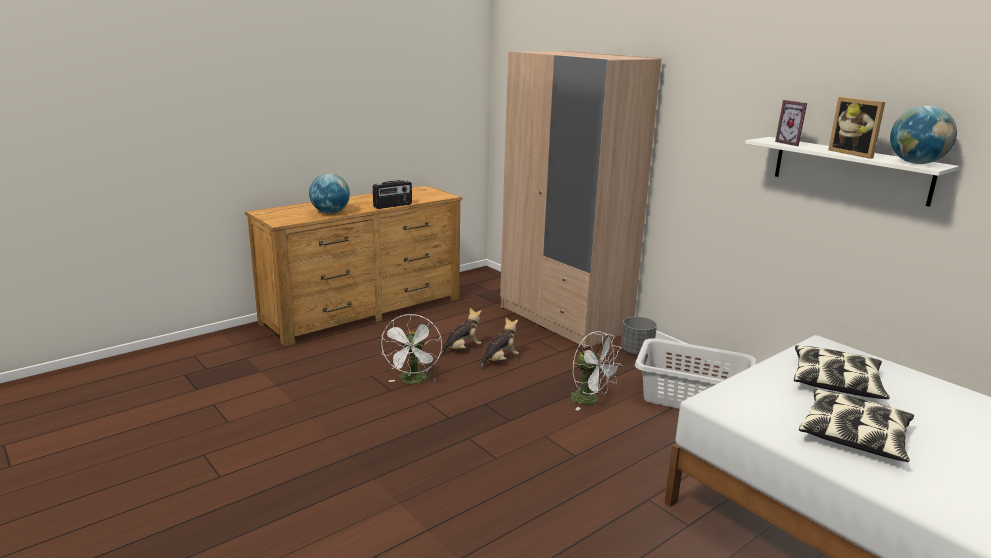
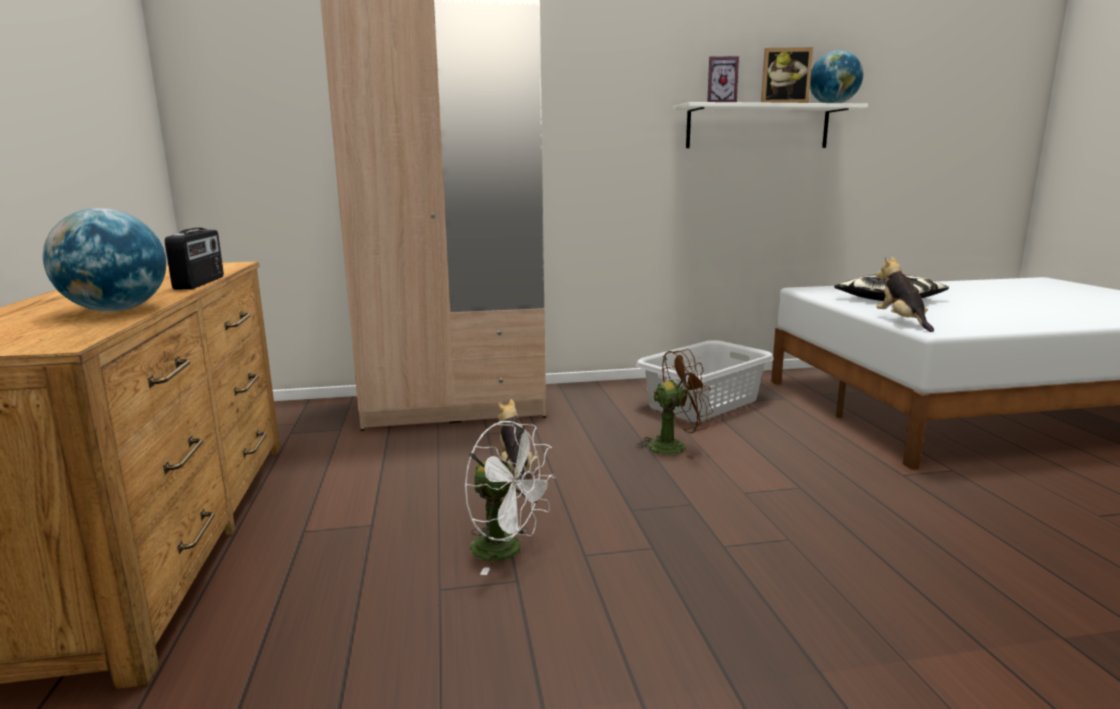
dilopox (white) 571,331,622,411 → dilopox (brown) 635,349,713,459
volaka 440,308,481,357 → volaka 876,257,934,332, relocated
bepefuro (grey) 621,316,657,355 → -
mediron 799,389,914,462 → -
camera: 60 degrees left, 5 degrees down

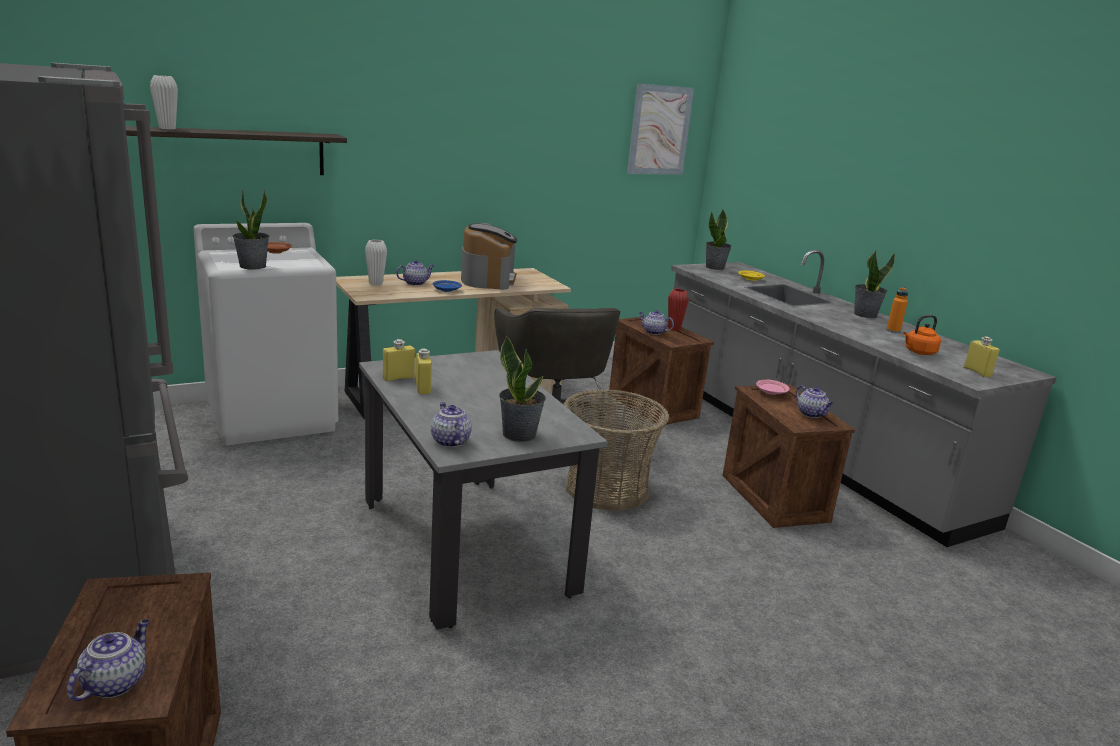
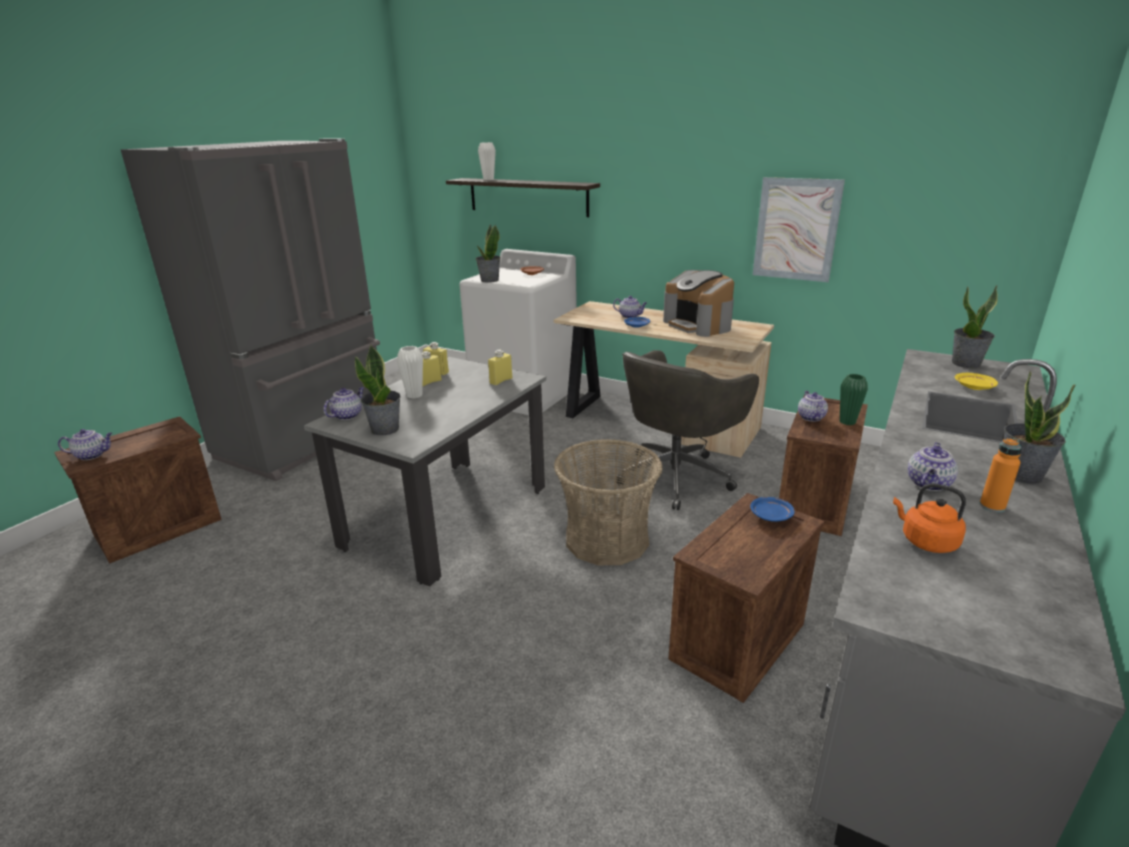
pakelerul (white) 365,240,387,285 → pakelerul (white) 397,346,423,399, relocated
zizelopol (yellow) 964,336,1000,377 → zizelopol (yellow) 488,350,512,385, relocated
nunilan 461,223,517,290 → nunilan 663,270,734,337, 90 degrees clockwise
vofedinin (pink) 756,380,789,395 → vofedinin (blue) 750,497,795,522
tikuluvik 627,83,694,175 → tikuluvik 753,177,845,282, relocated
pakelerul (red) 668,289,689,331 → pakelerul (green) 840,374,868,425
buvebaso 796,385,834,418 → buvebaso 908,442,958,491, relocated
camera: 60 degrees right, 5 degrees up

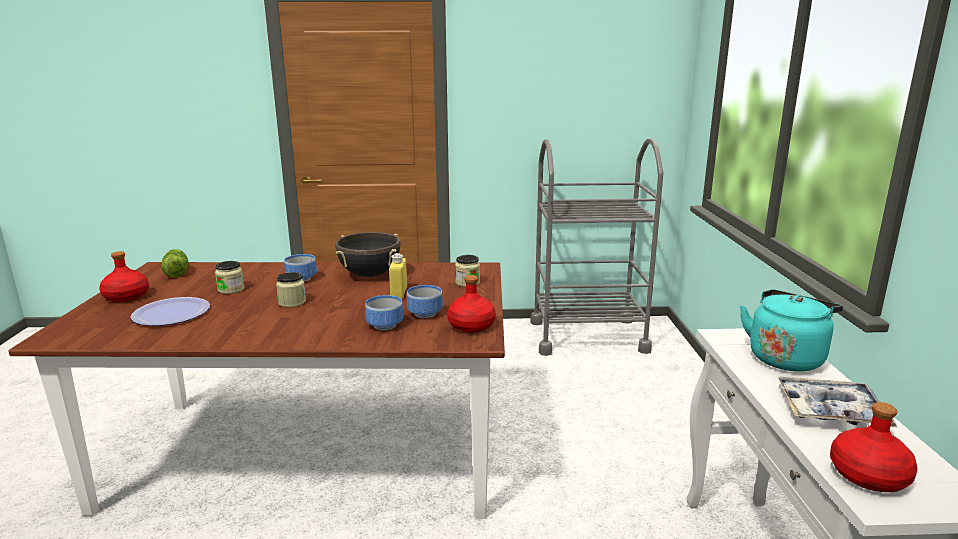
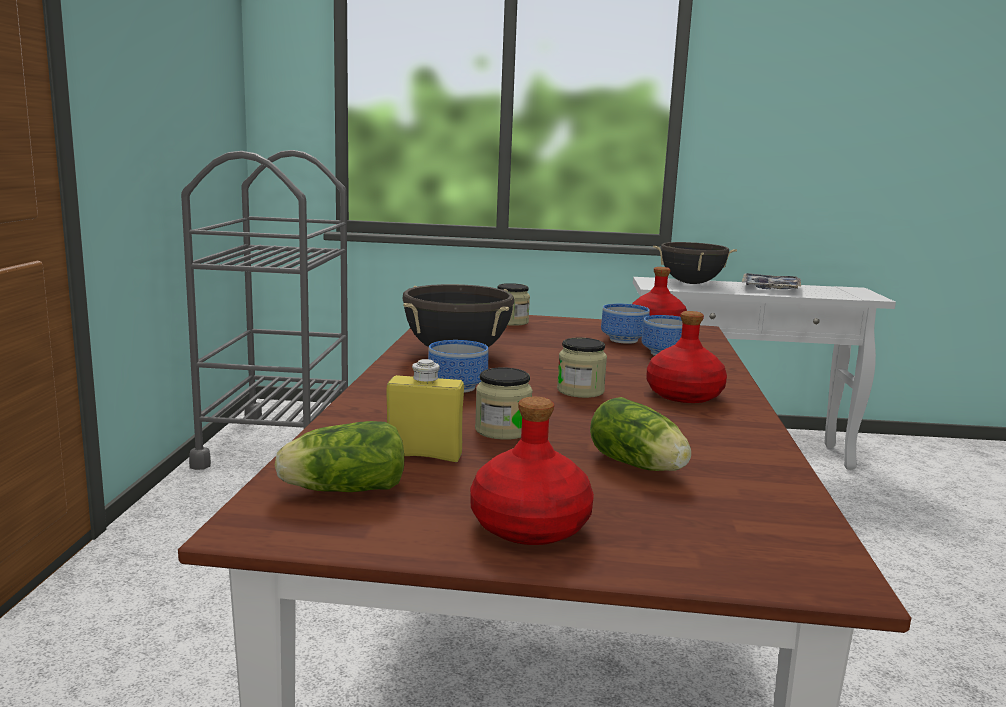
zizelopol (yellow) 389,253,407,299 → zizelopol (yellow) 387,359,464,462, relocated
vofedinin 131,297,210,326 → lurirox 590,397,691,471
zizelopol (red) 830,402,918,492 → zizelopol (red) 646,311,727,403, relocated
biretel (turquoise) 740,289,843,371 → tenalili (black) 653,242,737,284
camera: 85 degrees left, 5 degrees down

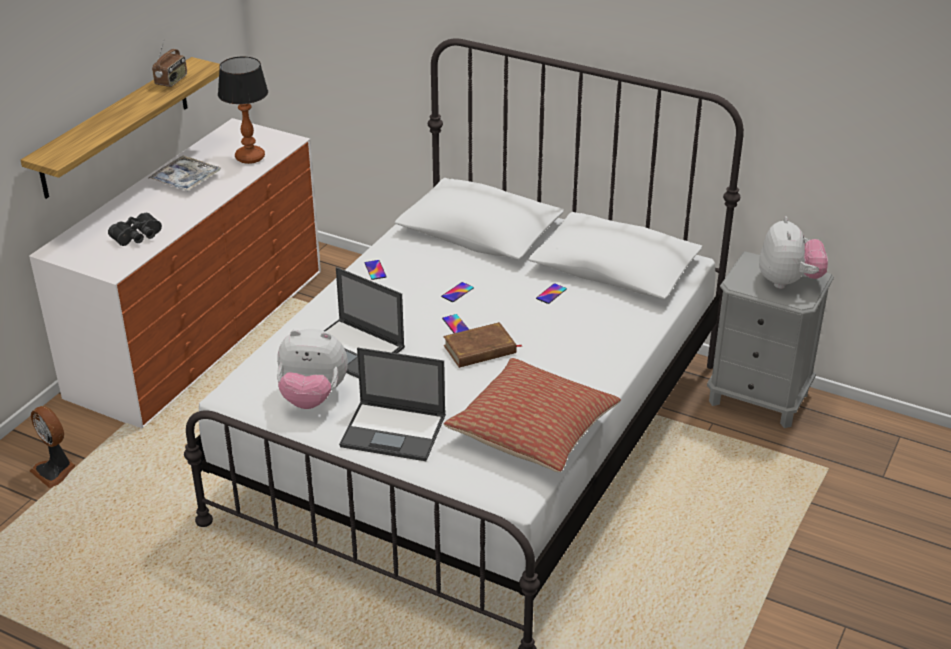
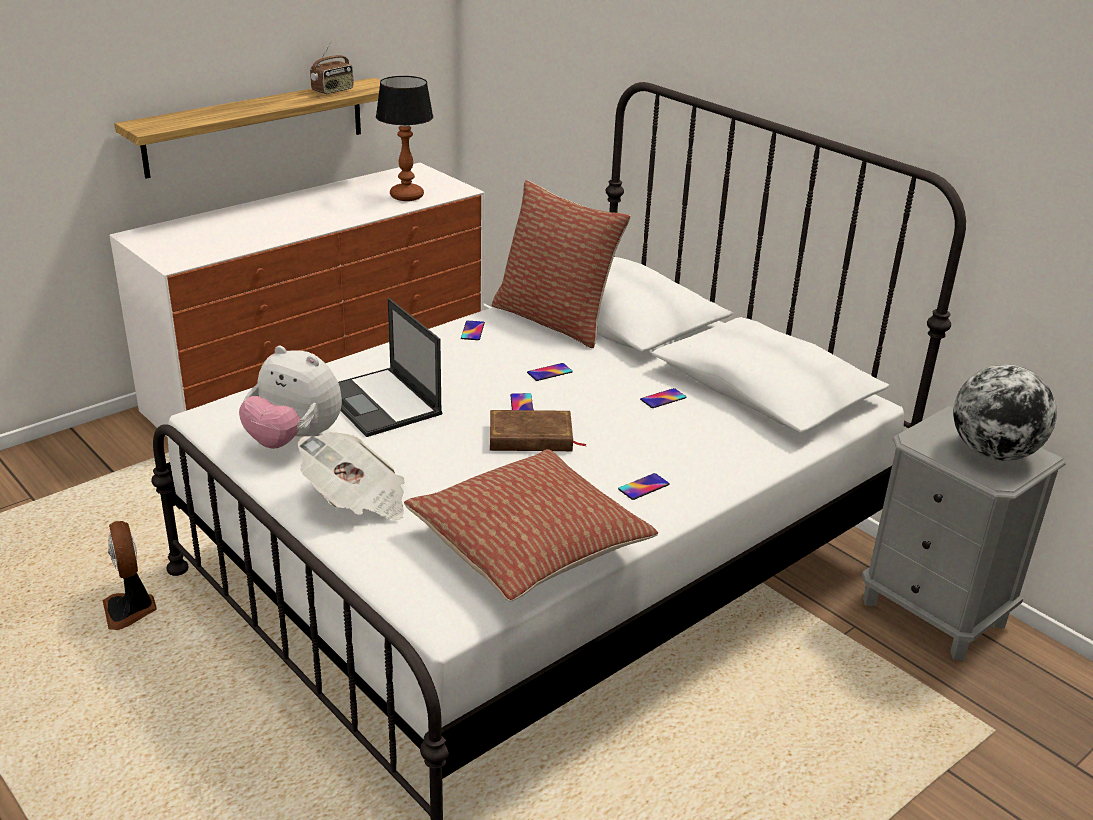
dilopox 30,406,76,488 → dilopox 103,521,157,630, relocated
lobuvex 339,348,446,461 → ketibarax 298,432,405,520
- → mediron 492,180,631,348
- → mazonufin 618,473,670,500
volaka 759,217,828,289 → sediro 954,365,1057,461
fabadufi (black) 108,213,162,246 → -
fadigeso 149,156,221,191 → -
camera: 20 degrees right, 5 degrees down

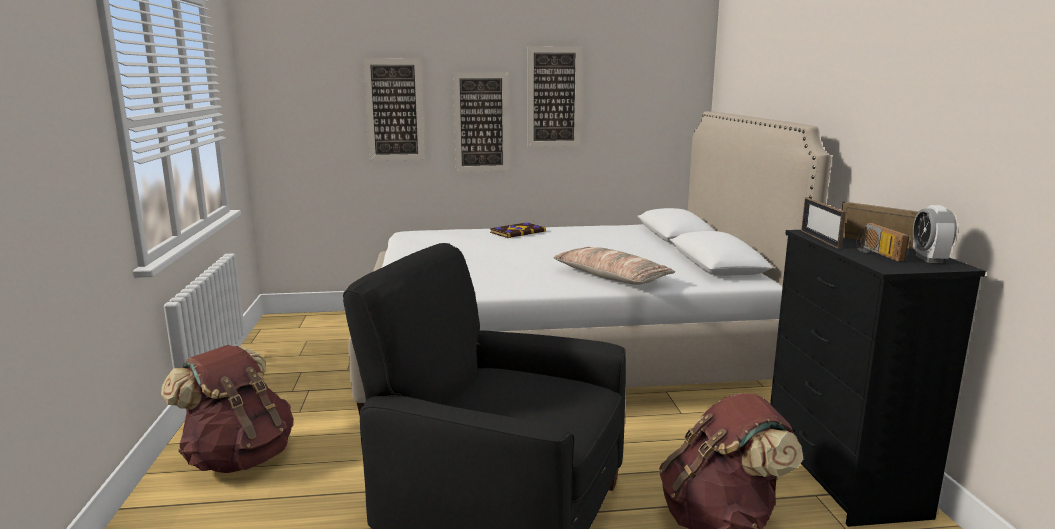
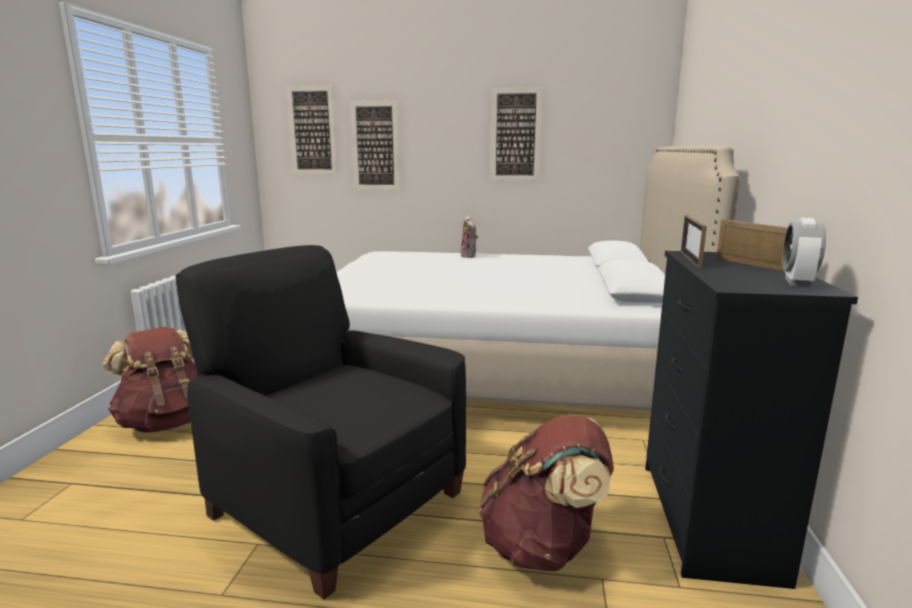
tikuluvik 453,72,509,172 → tikuluvik 286,85,338,175, relocated
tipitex 490,222,546,238 → volaka 460,216,478,258
mediron 553,247,675,285 → -
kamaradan 856,223,909,261 → -
camera: 15 degrees right, 0 degrees up

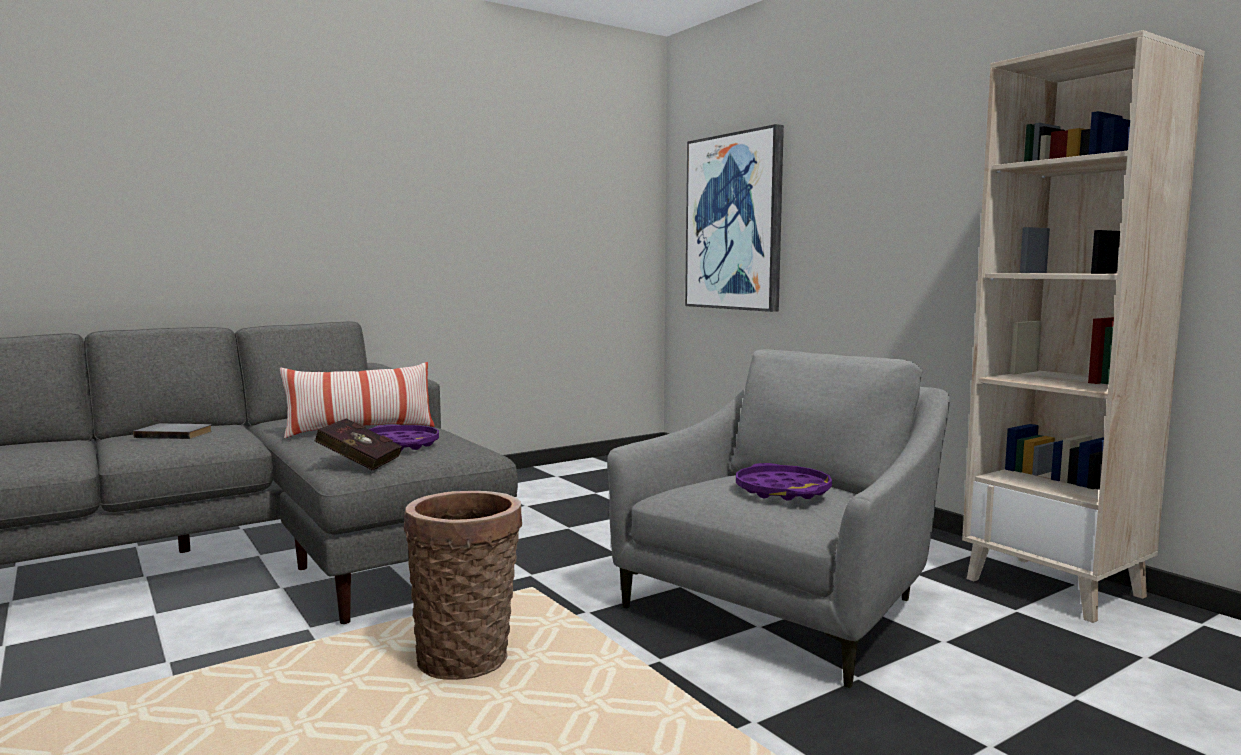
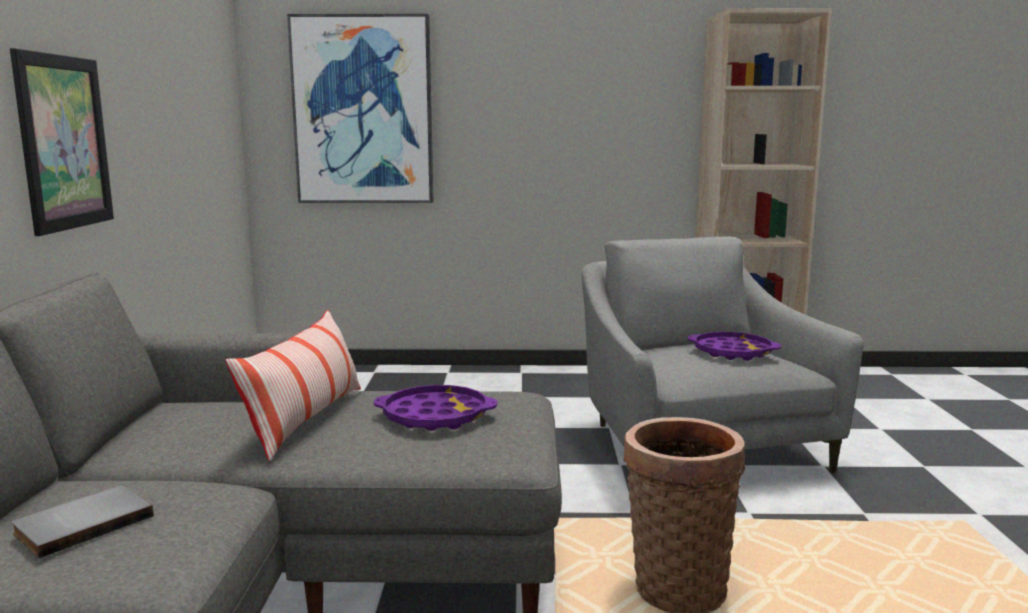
- → tikuluvik 10,48,114,236
tipitex (red) 314,419,402,471 → -
camera: 55 degrees left, 5 degrees up

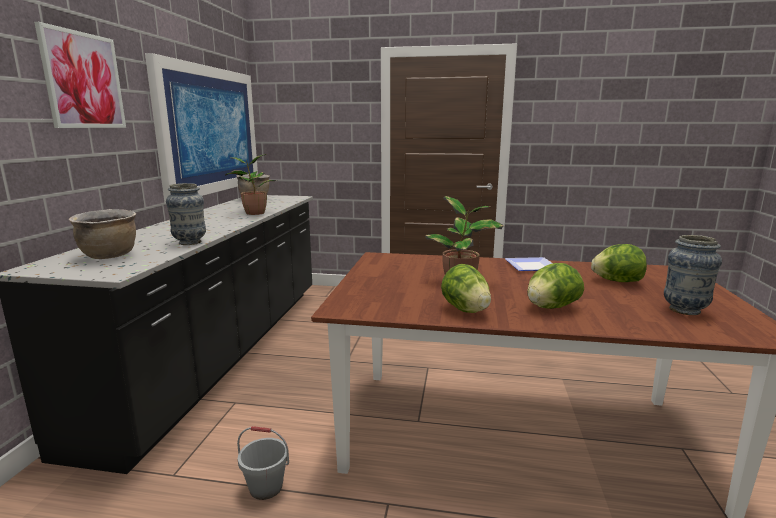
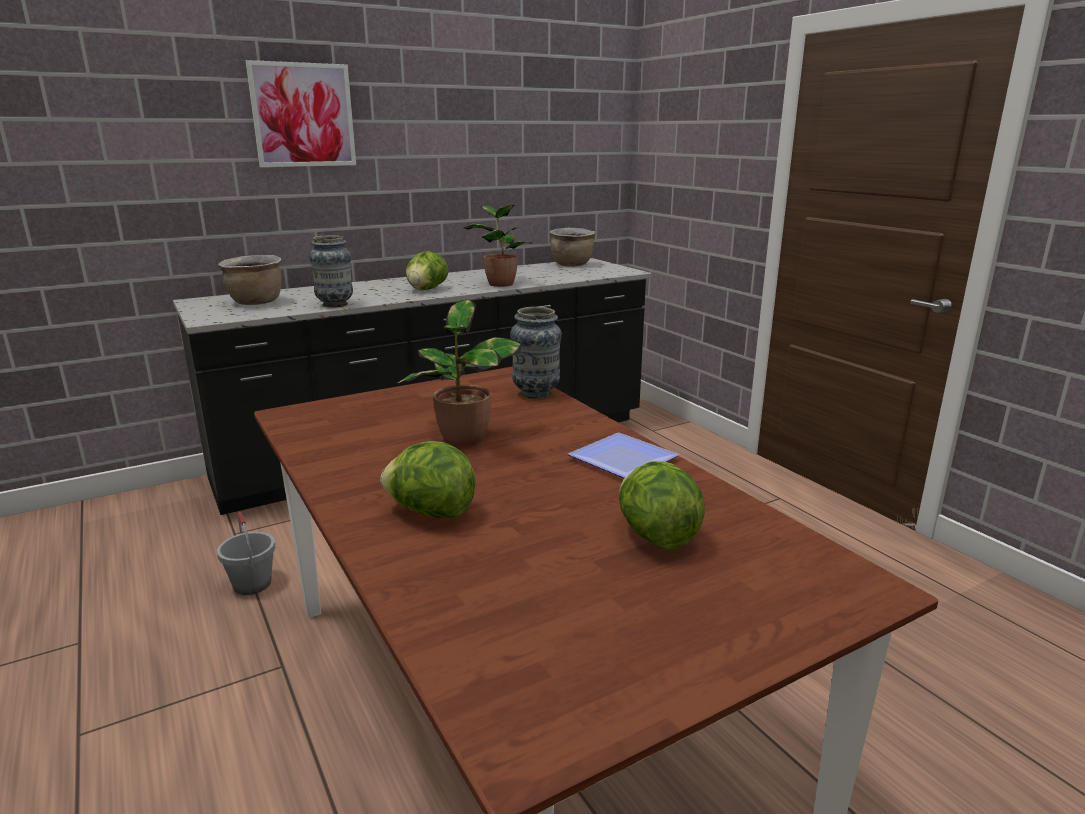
lurirox 441,264,491,313 → lurirox 406,251,449,291, relocated
pakelerul 664,235,722,315 → pakelerul 510,307,562,399, relocated
tikuluvik 145,53,258,204 → -
camera: 50 degrees right, 5 degrees up

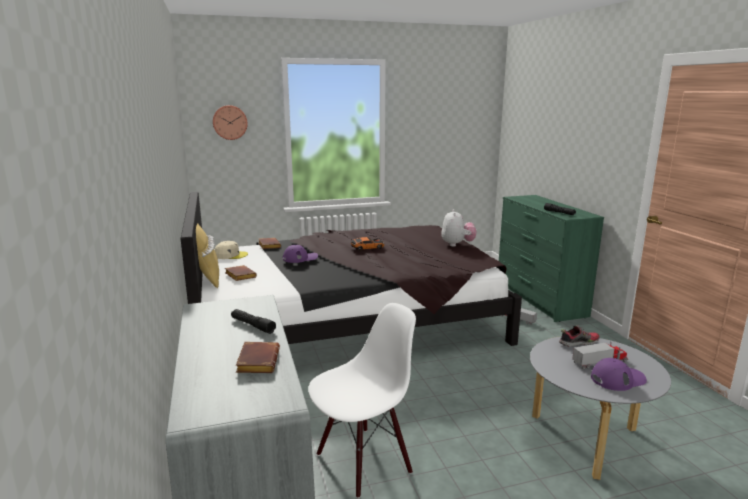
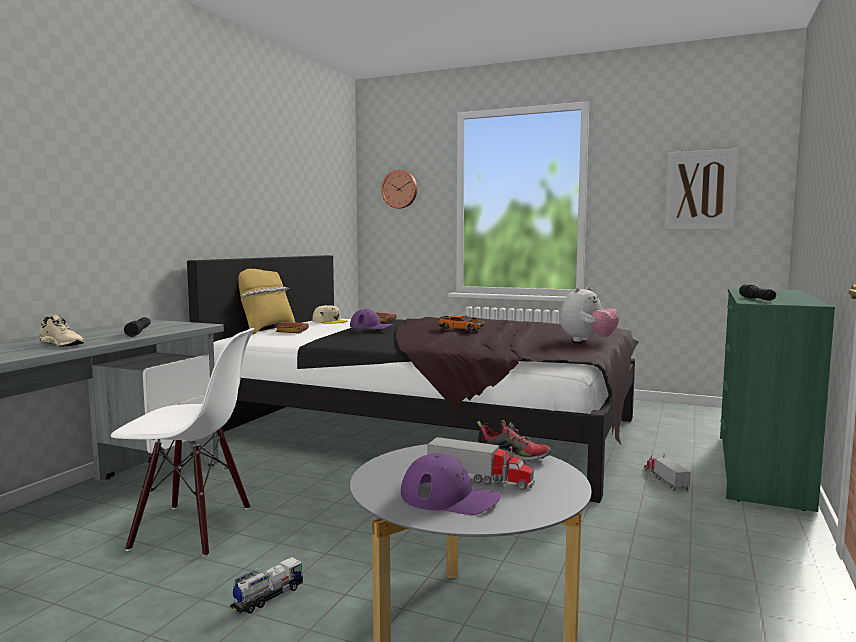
tipitex (brown) 236,342,280,373 → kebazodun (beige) 39,315,84,347
- → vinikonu 230,557,303,614
- → tikuluvik 664,149,739,230
camera: 40 degrees right, 10 degrees down

